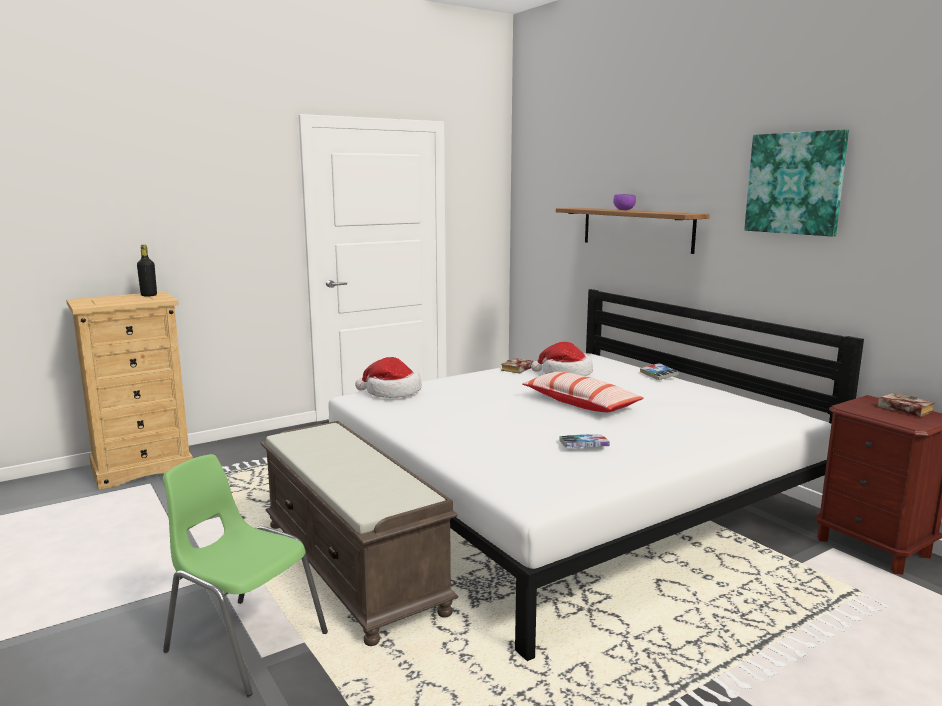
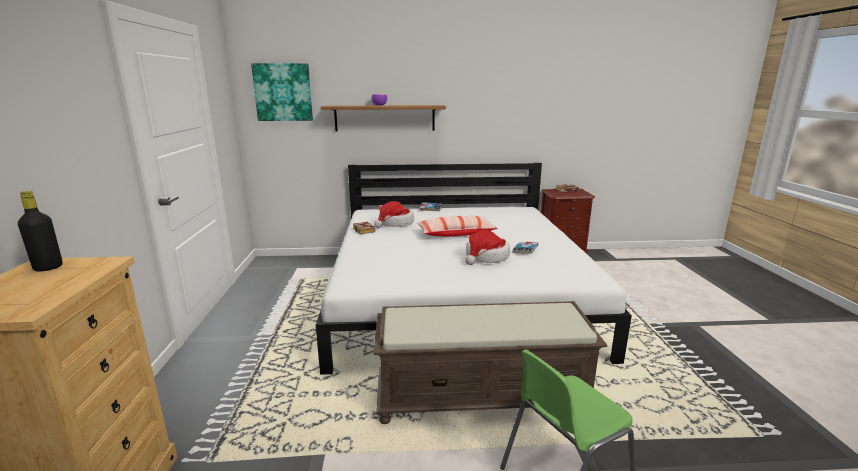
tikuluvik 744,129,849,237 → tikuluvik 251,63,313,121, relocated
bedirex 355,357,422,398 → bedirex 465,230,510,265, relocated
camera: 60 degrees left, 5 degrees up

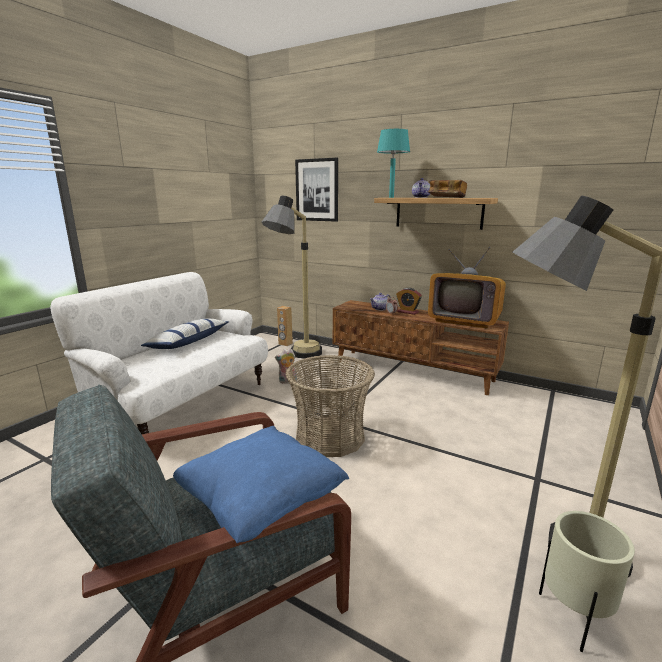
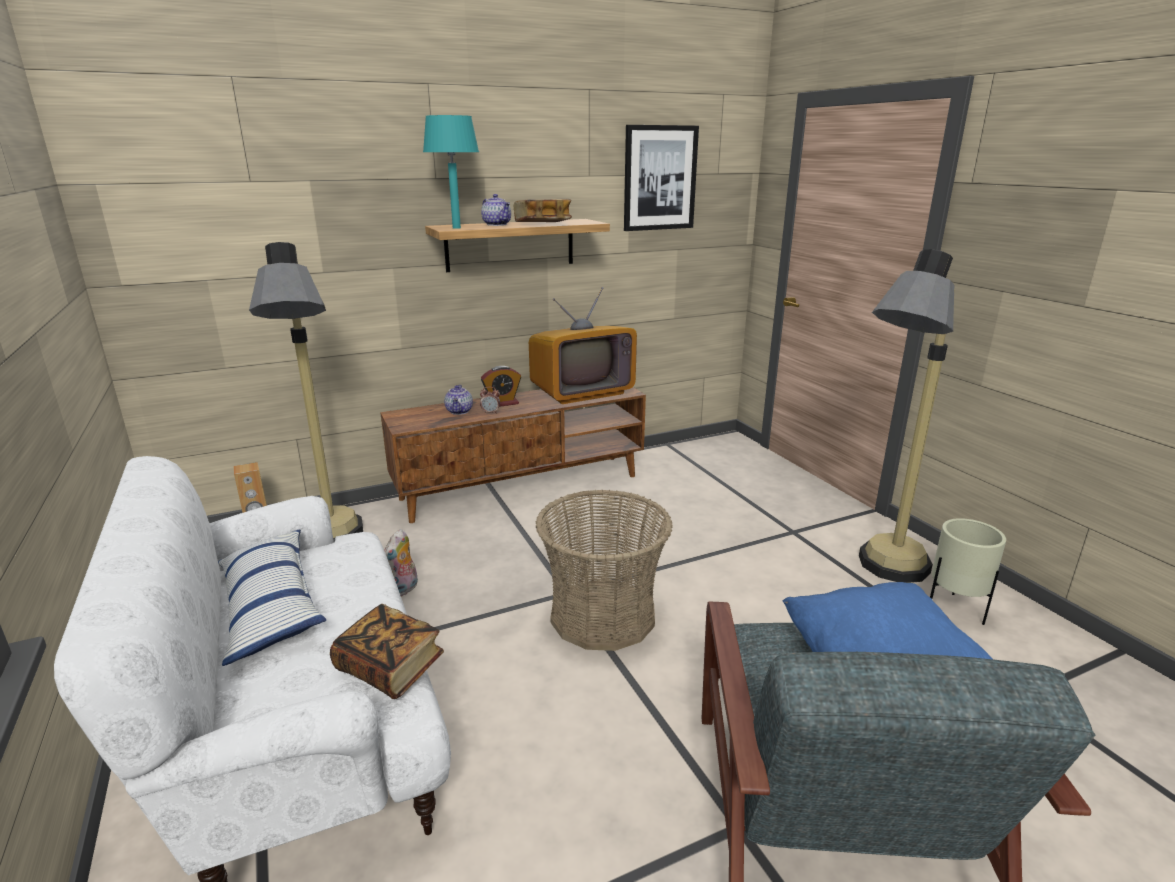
- → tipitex 330,604,444,699
tikuluvik 295,158,338,222 → tikuluvik 624,125,699,231, relocated
camera: 55 degrees left, 5 degrees up

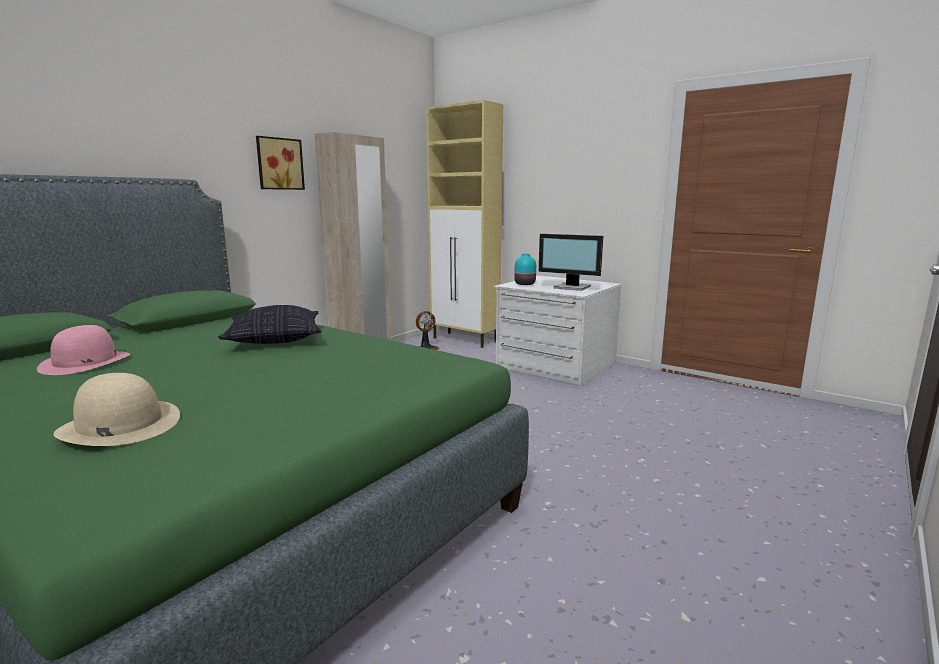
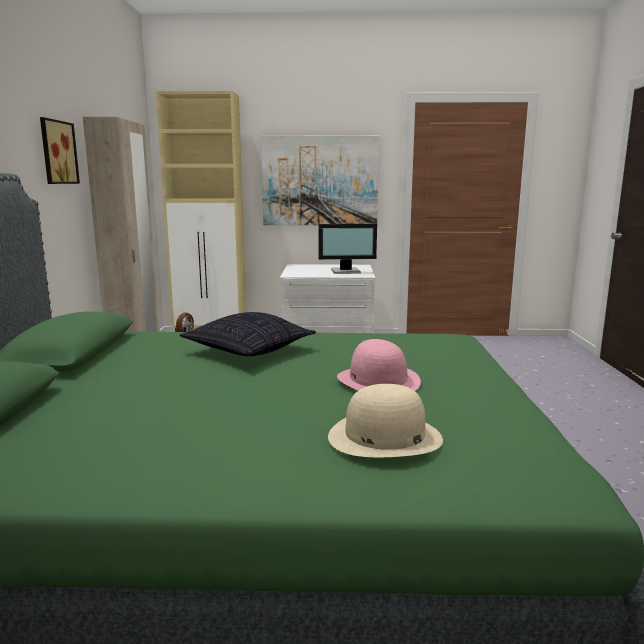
- → tikuluvik 261,135,379,225
bedirex (pink) 37,325,130,375 → bedirex (pink) 337,339,421,391, relocated
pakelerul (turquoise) 514,254,536,285 → -
camera: 35 degrees left, 0 degrees up

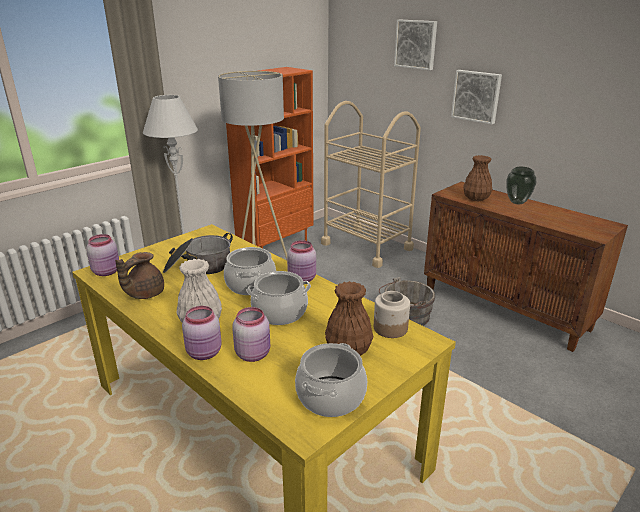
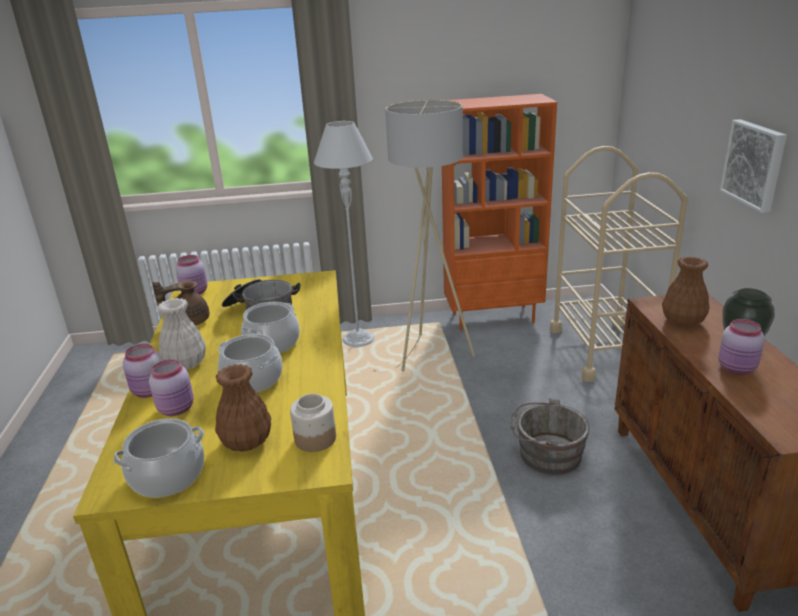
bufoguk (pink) 287,240,316,282 → bufoguk (pink) 718,319,765,375, relocated
tikuluvik 394,20,437,70 → -
camera: 40 degrees right, 0 degrees up

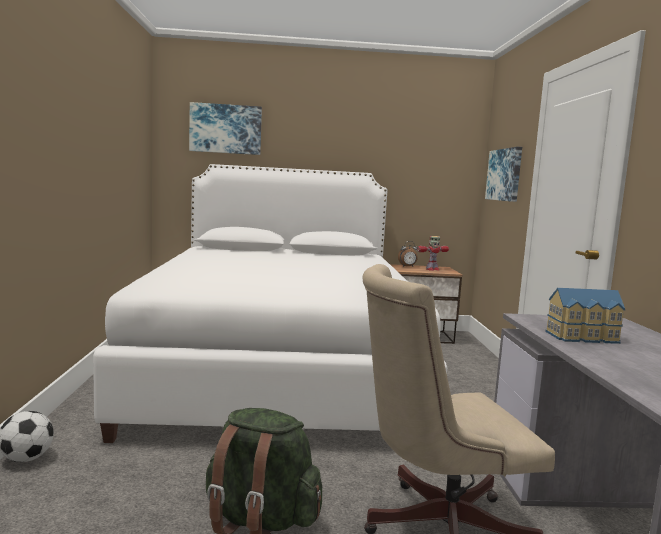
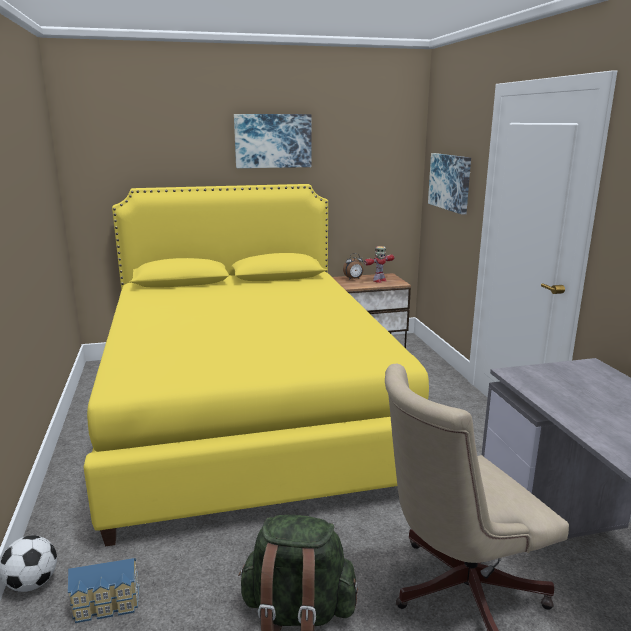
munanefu 545,288,625,344 → munanefu 68,558,139,623, relocated
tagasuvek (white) 93,164,447,443 → tagasuvek (yellow) 83,184,429,547
tikuluvik 189,102,262,155 → tikuluvik 234,114,312,168, relocated
camera: 10 degrees left, 10 degrees up

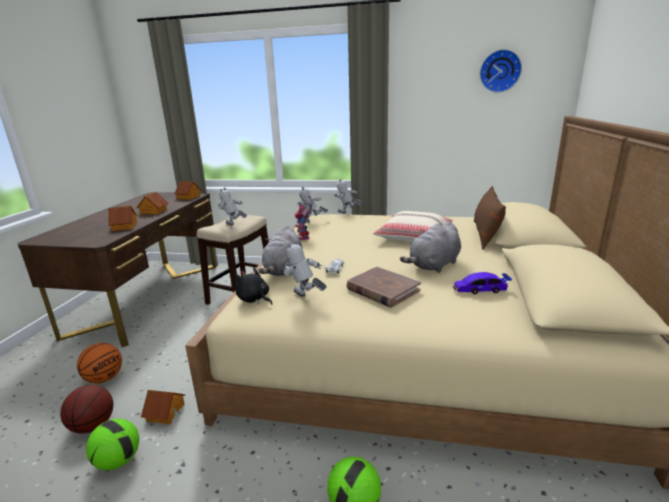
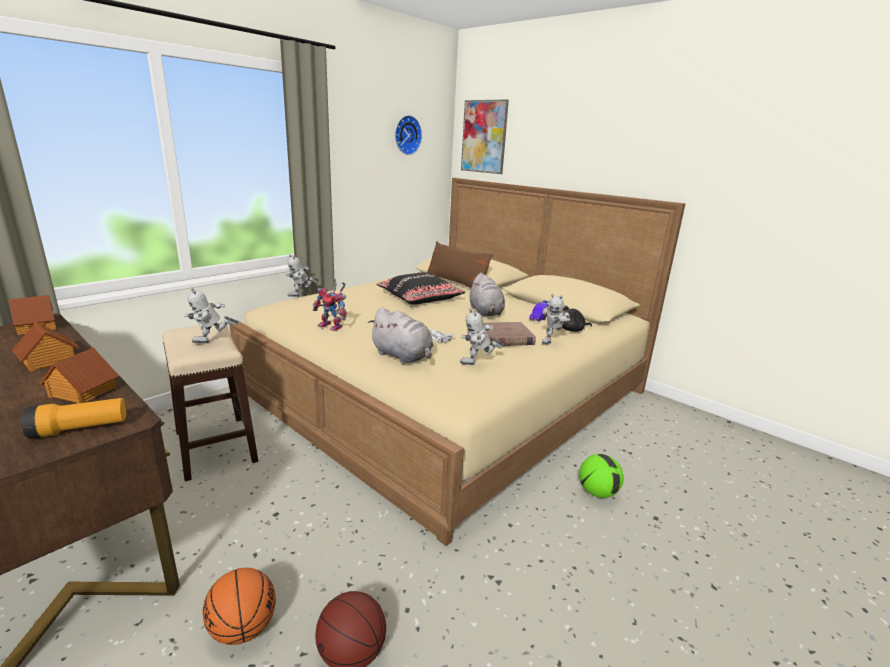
- → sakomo 21,398,126,439
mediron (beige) 373,211,453,242 → mediron (black) 376,272,465,305
- → tikuluvik 461,99,509,174
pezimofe 297,186,328,222 → pezimofe 542,294,570,344, relocated
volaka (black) 236,268,272,305 → volaka (black) 562,305,592,332, relocated
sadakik 86,419,139,470 → -
munanefu 141,390,185,425 → -
camera: 60 degrees left, 0 degrees up

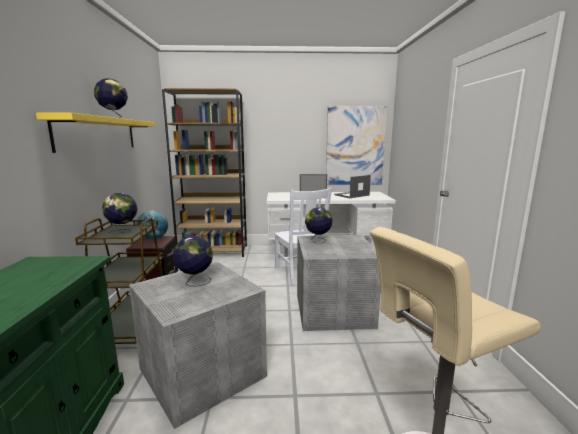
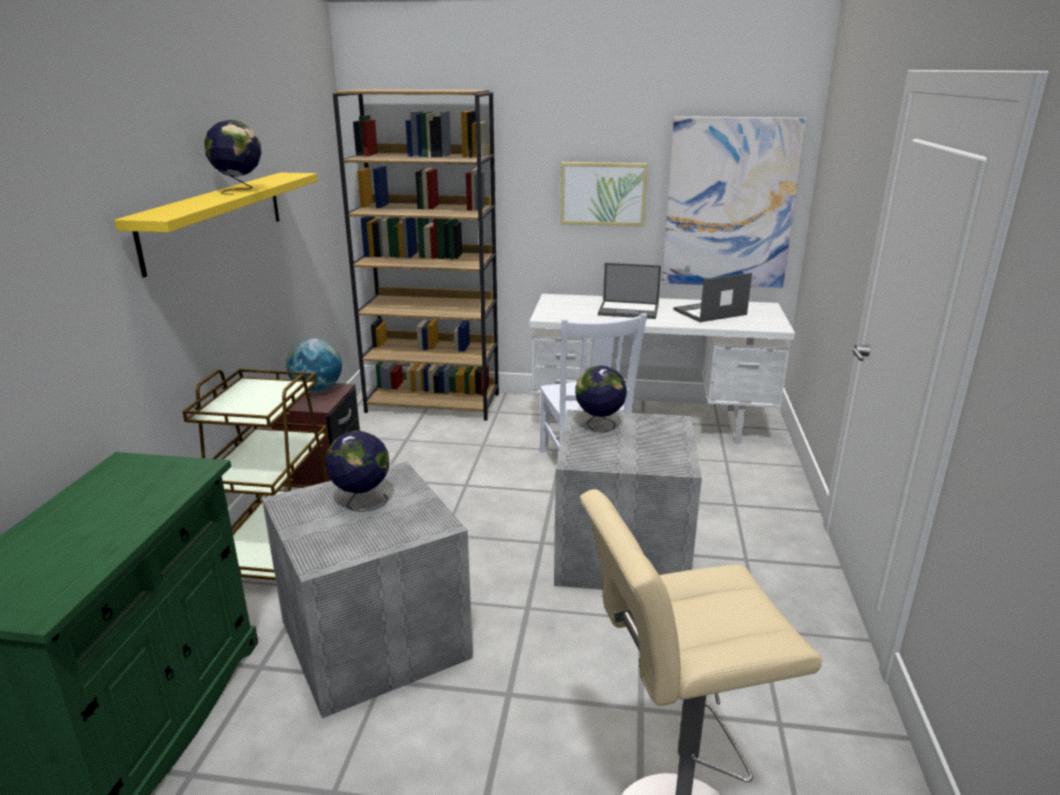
- → tikuluvik 560,162,648,226
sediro 102,193,137,233 → -
camera: 10 degrees right, 10 degrees up

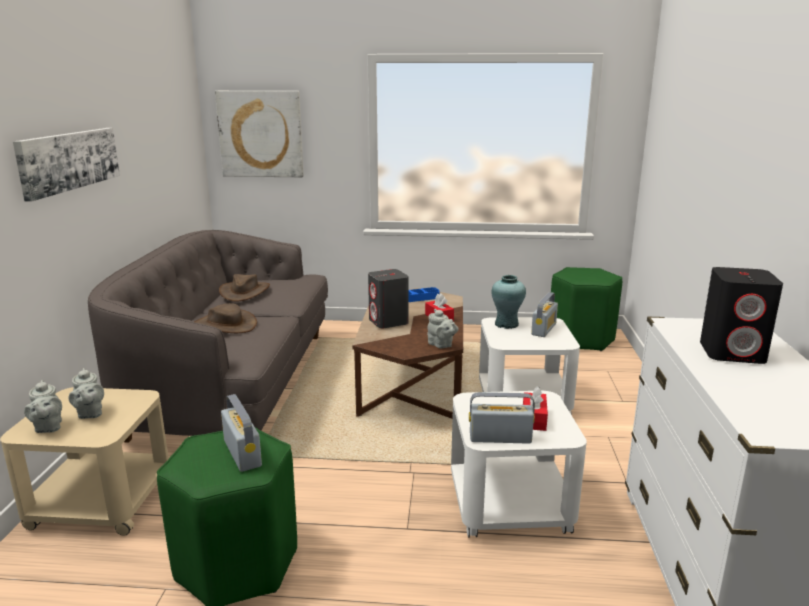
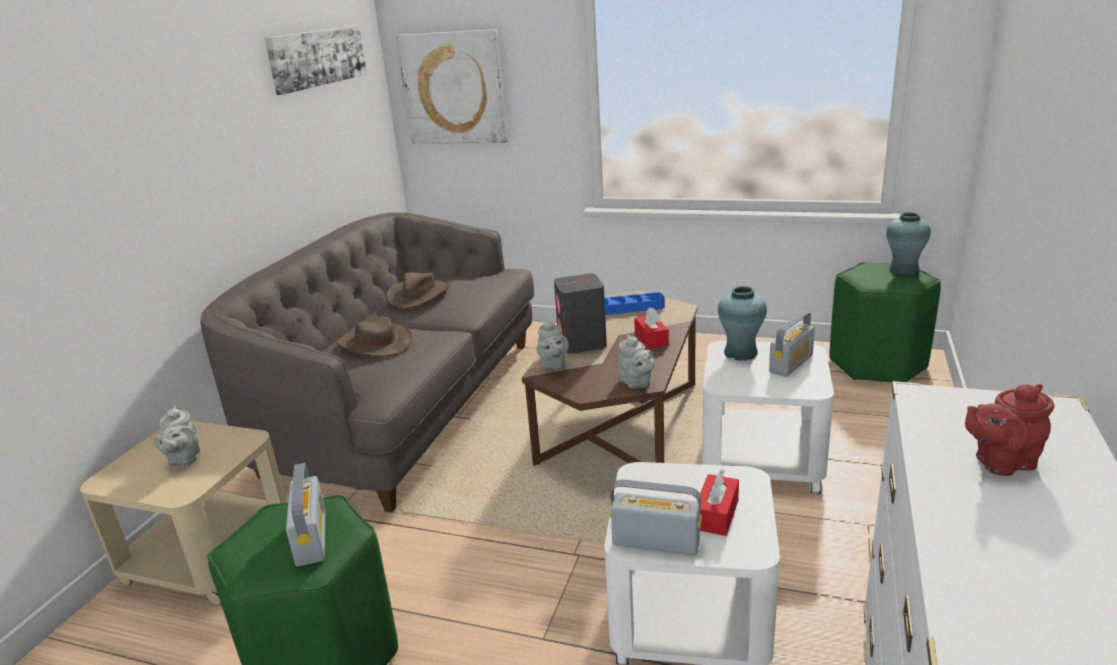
tikuluvik 13,128,120,202 → tikuluvik 264,25,367,95, relocated
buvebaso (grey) 24,380,62,433 → buvebaso (grey) 536,319,569,370, relocated
- → pakelerul (turquoise) 886,212,931,276
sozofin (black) 700,267,783,364 → buvebaso (red) 965,384,1054,476
camera: 15 degrees right, 5 degrees up

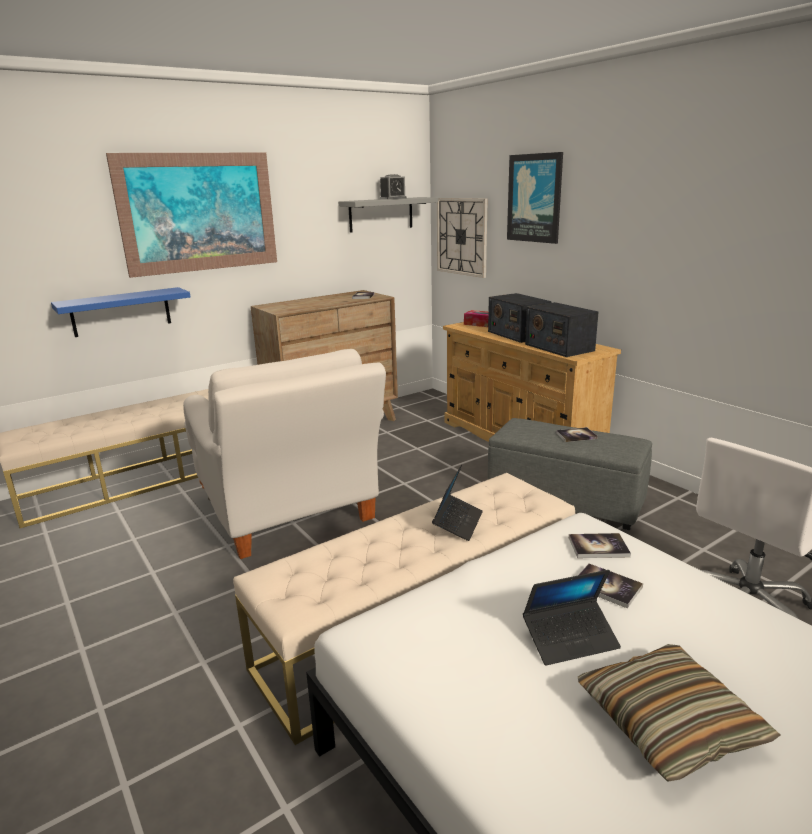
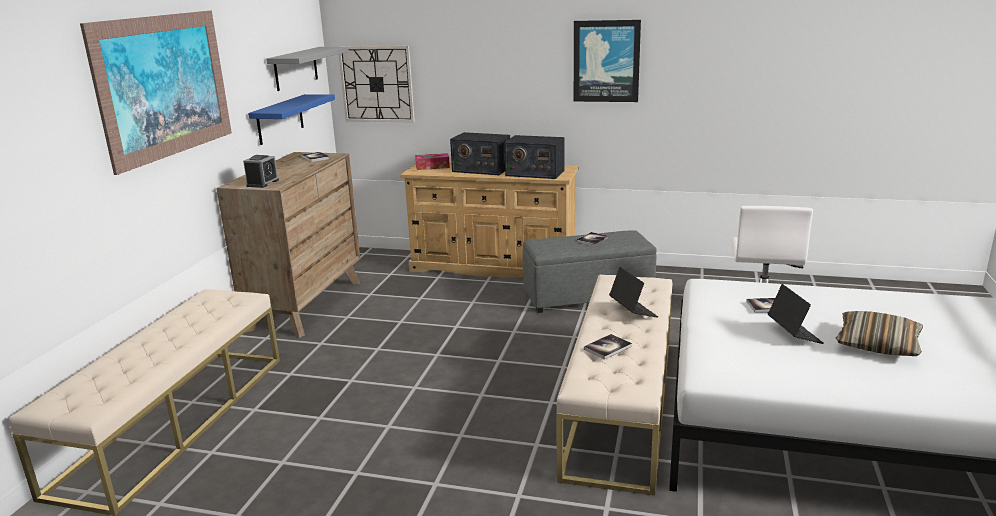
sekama 380,174,407,199 → sekama 243,155,279,188, relocated
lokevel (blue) 51,287,190,337 → lokevel (blue) 248,94,335,145, relocated
tikuluvik 507,152,563,244 → tikuluvik 574,20,641,102, relocated
tipitex 569,533,631,558 → tipitex 584,334,632,360, relocated
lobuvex 523,570,621,666 → lobuvex 768,284,824,344, 45 degrees counterclockwise
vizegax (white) 183,349,386,559 → -
camera: 40 degrees left, 0 degrees up

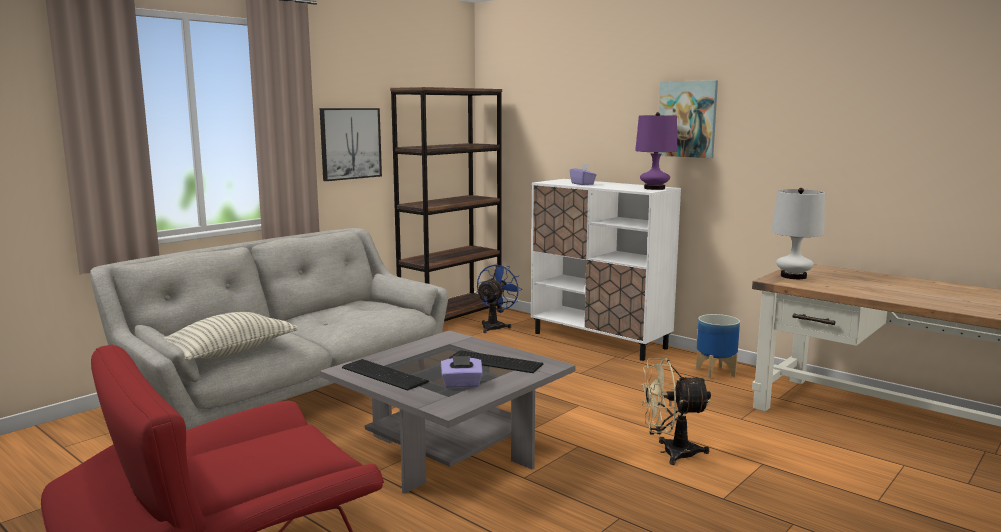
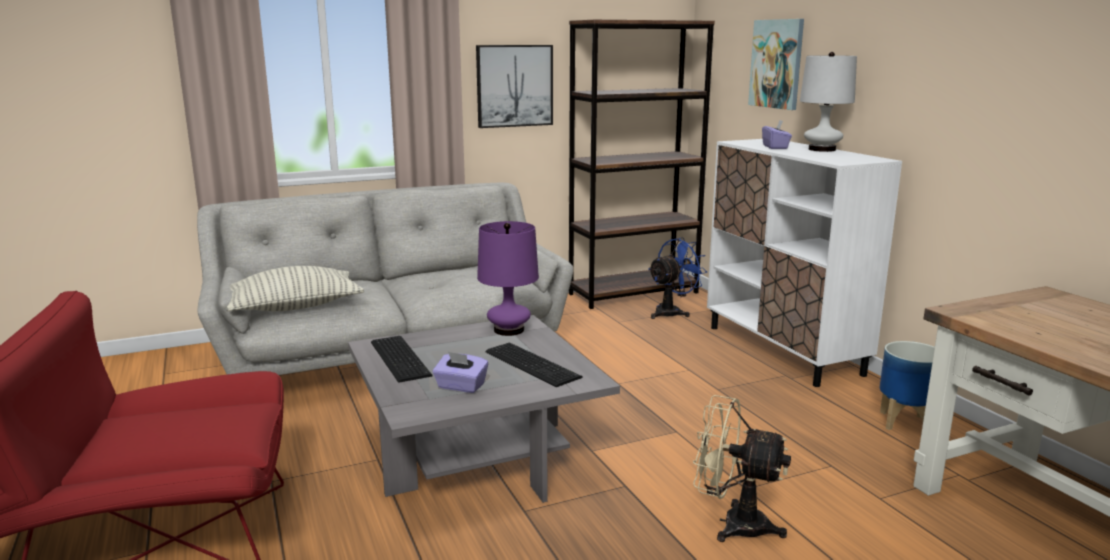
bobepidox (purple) 635,112,677,190 → bobepidox (purple) 477,221,539,336, relocated
tikuluvik 658,80,718,158 → tikuluvik 748,19,804,110, relocated
bobepidox (white) 771,188,825,279 → bobepidox (white) 800,52,857,152, relocated
camera: 25 degrees right, 5 degrees up

